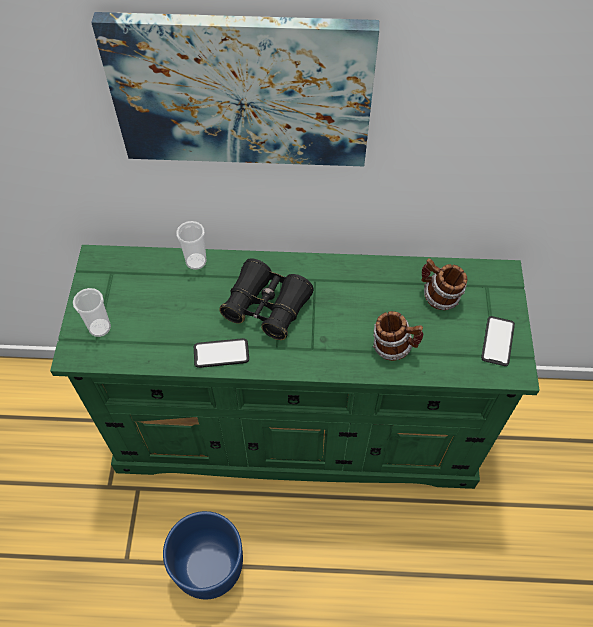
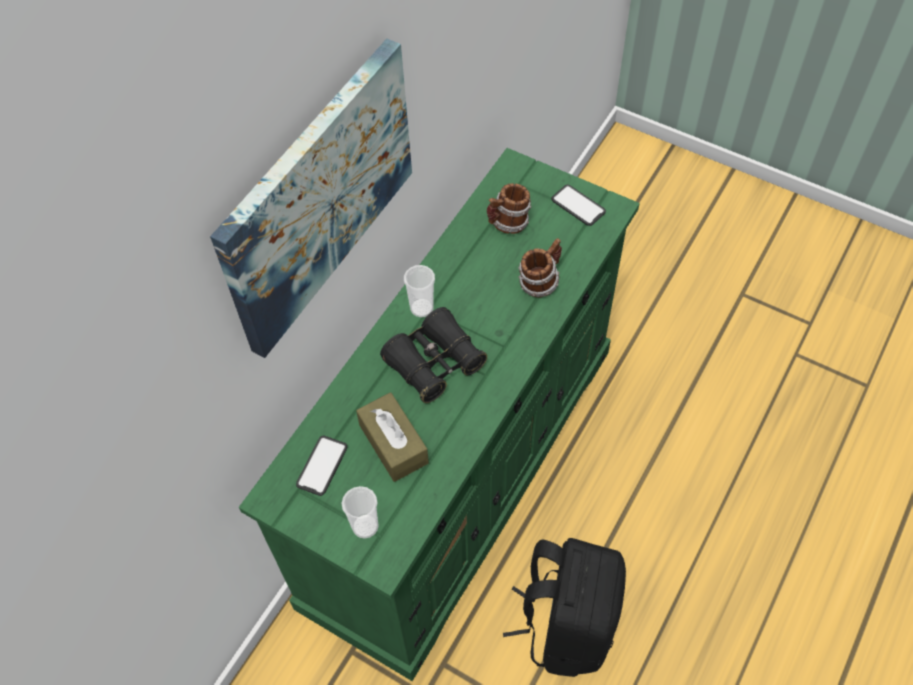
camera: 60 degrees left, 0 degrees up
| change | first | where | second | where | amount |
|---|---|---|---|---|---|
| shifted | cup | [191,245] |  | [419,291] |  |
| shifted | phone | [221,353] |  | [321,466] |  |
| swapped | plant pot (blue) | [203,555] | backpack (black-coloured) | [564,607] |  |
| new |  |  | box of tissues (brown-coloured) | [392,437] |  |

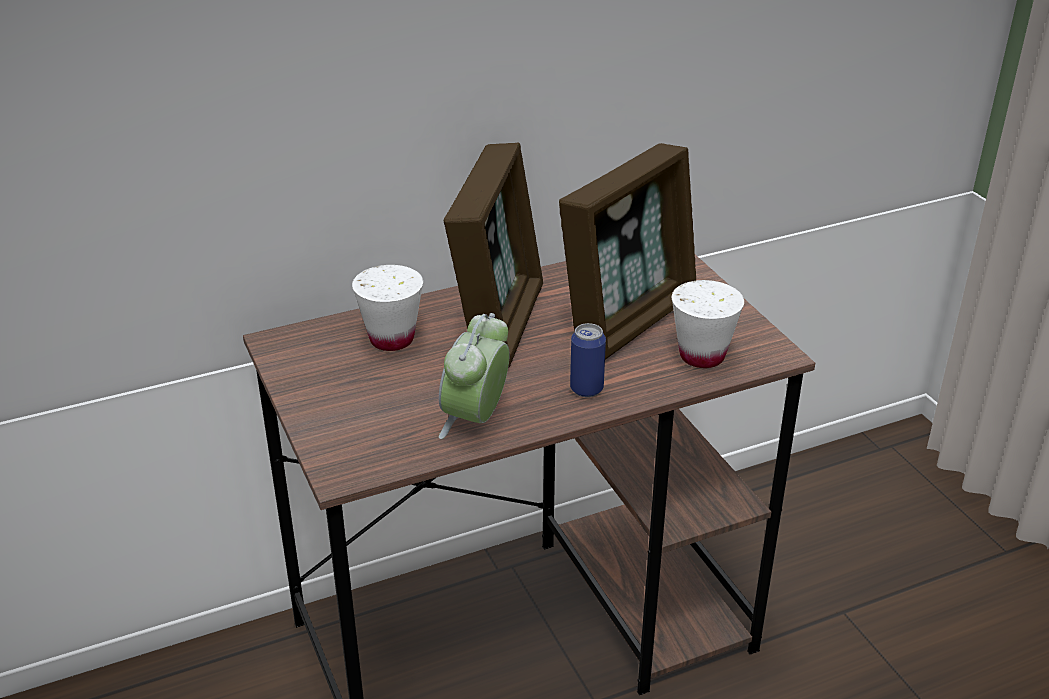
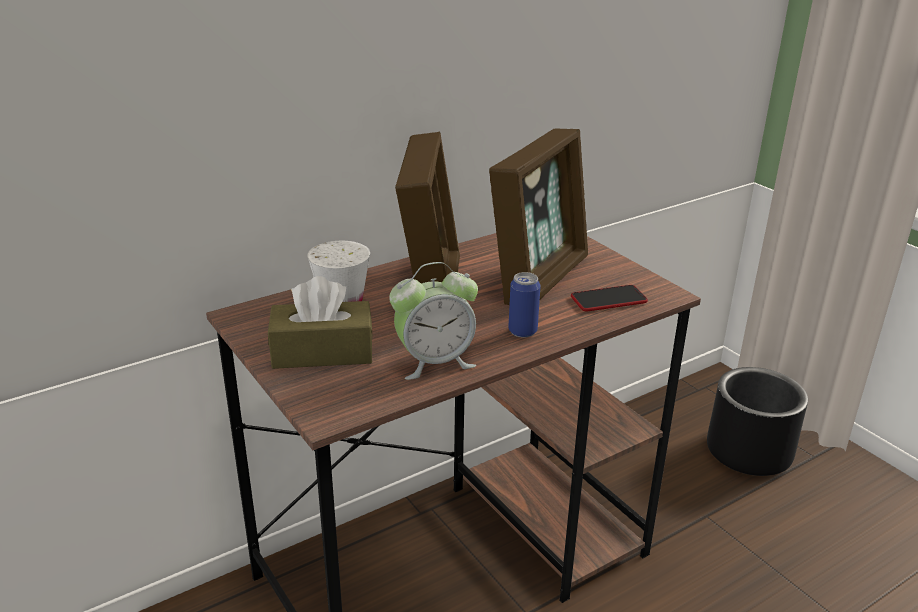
camera: 10 degrees left, 5 degrees down
| change | first | where | second | where | amount |
|---|---|---|---|---|---|
| swapped | cup (whitish) | [708,324] | phone | [609,298] |  |
| rotated | table clock | [474,376] |  | [433,321] | 120 degrees counterclockwise |
| new |  |  | box of tissues (brown-coloured) | [320,322] |  |
| new |  |  | plant pot (black-coloured) | [757,421] |  |

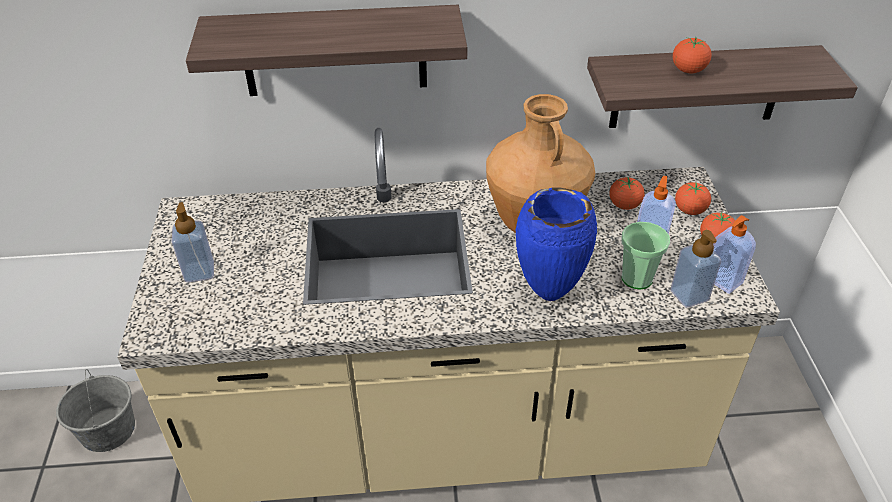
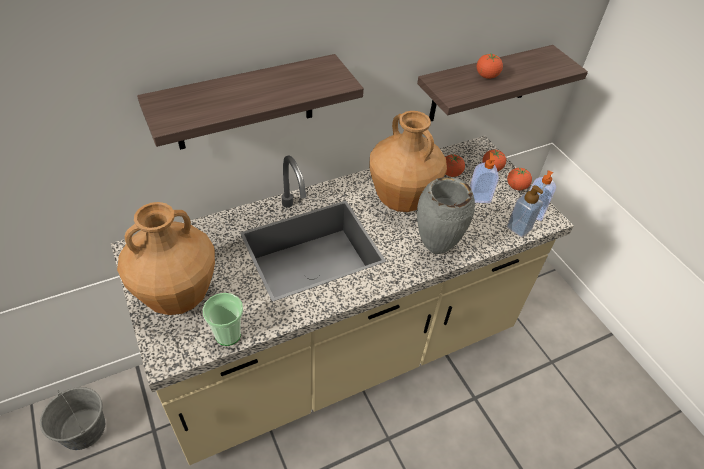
camera: 25 degrees left, 5 degrees up
| change | first | where | second | where | amount |
|---|---|---|---|---|---|
| repainted | decorative vase (blue) | [556,244] | decorative vase (greyish) | [446,215] |  |
| swapped | soap bottle | [193,242] | decorative vase (brown-coloured) | [166,258] |  |
| shifted | cup | [645,255] |  | [223,319] |  |

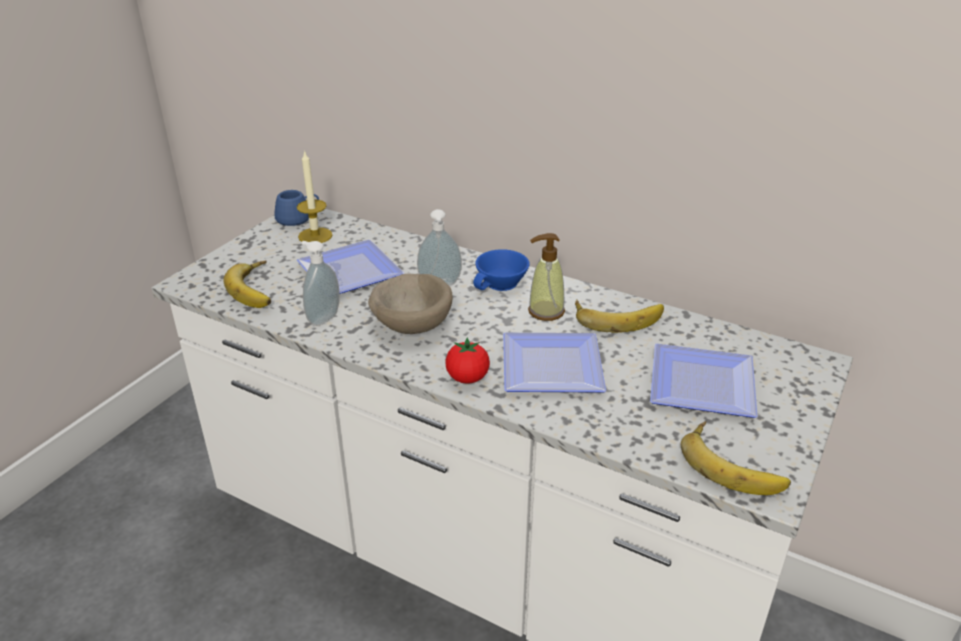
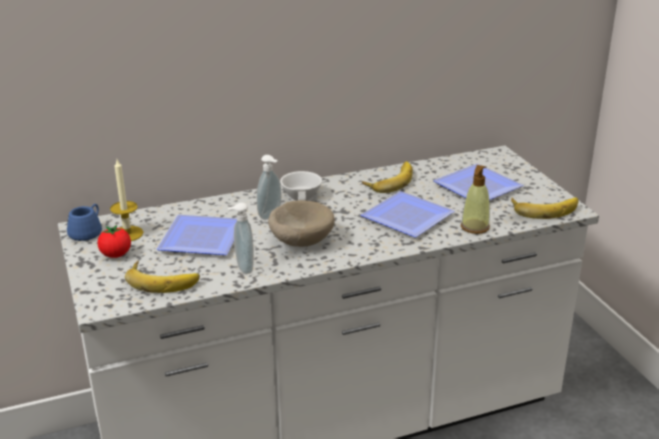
camera: 50 degrees left, 5 degrees down
| change | first | where | second | where | amount |
|---|---|---|---|---|---|
| shifted | soap bottle | [546,277] |  | [475,199] |  |
| repainted | cup (blue) | [501,270] | cup (whitish) | [301,186] |  |
| shifted | whole tomato | [467,361] |  | [114,241] |  |

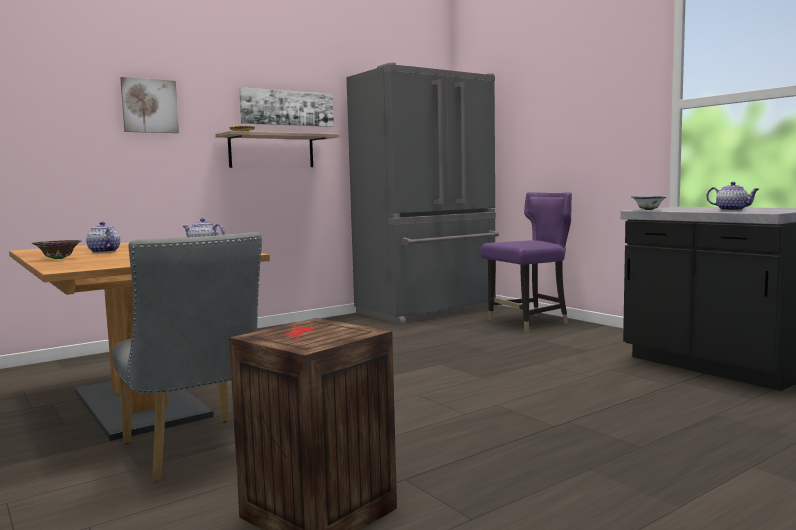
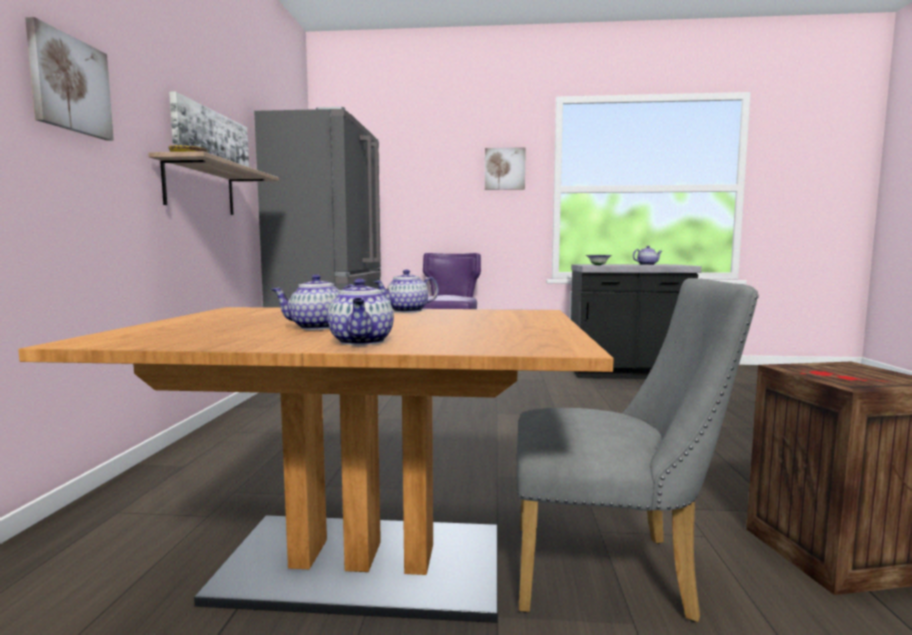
camera: 50 degrees left, 0 degrees up
| change | first | where | second | where | amount |
|---|---|---|---|---|---|
| swapped | bowl (brown-coloured) | [56,249] | teapot | [361,312] |  |
| new |  |  | wall picture | [505,168] |  |

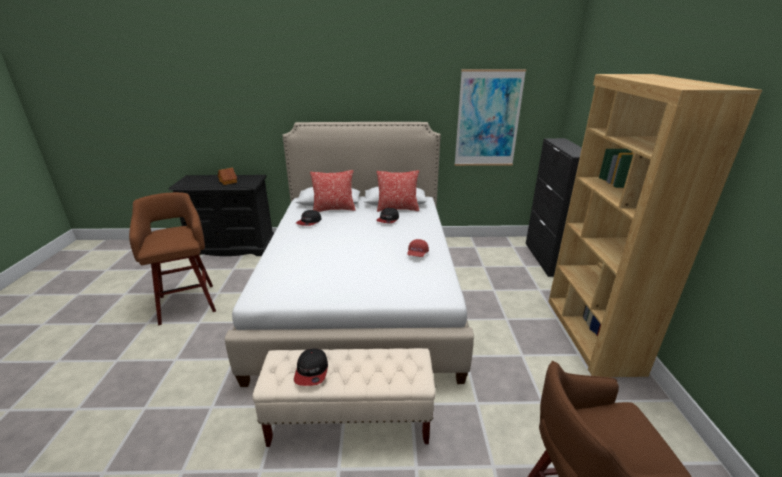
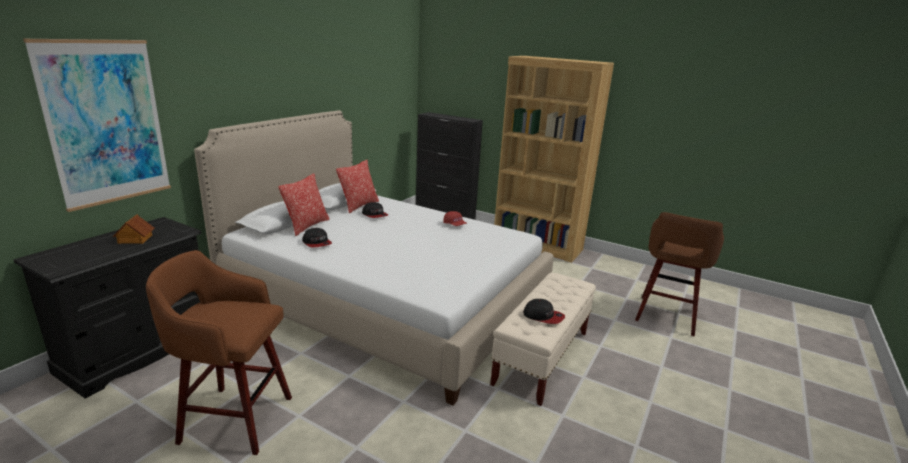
camera: 60 degrees left, 5 degrees down
| change | first | where | second | where | amount |
|---|---|---|---|---|---|
| shifted | wall picture | [490,117] |  | [97,125] |  |

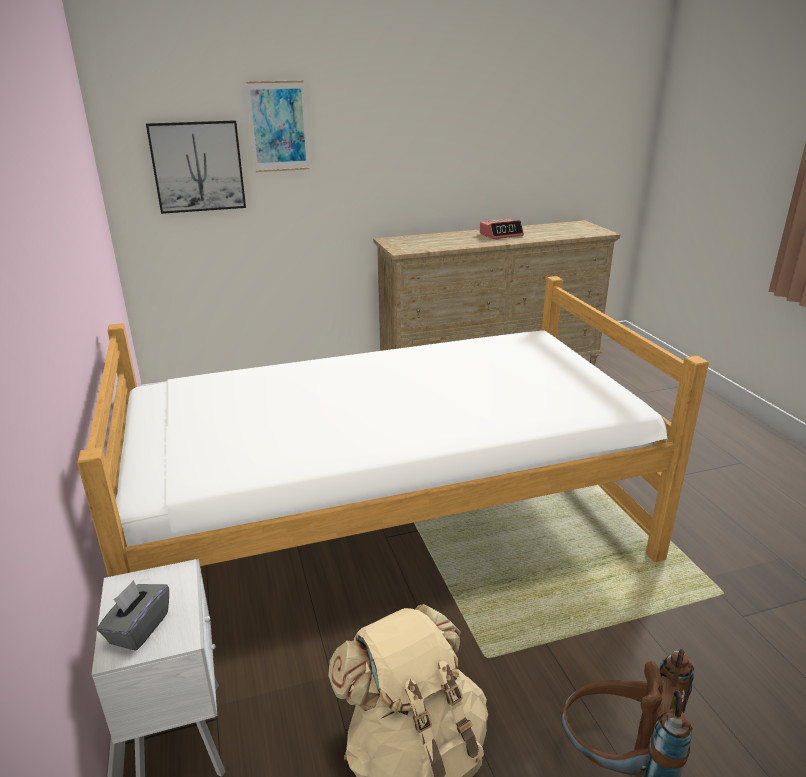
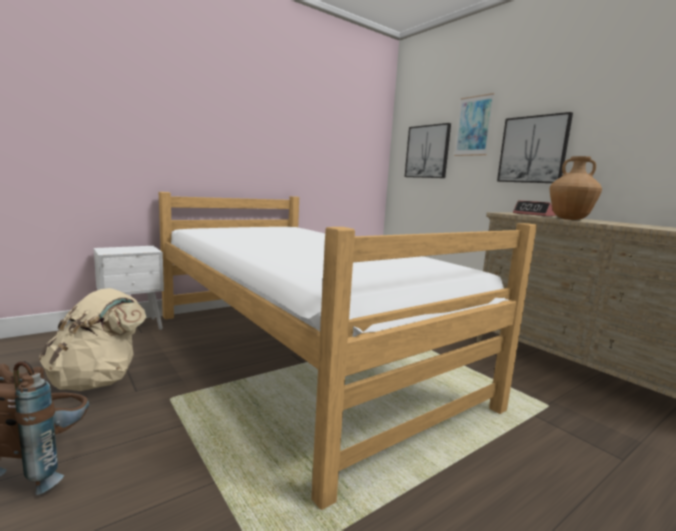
camera: 70 degrees right, 15 degrees down
| change | first | where | second | where | amount |
|---|---|---|---|---|---|
| shifted | table clock | [502,229] |  | [534,208] |  |
| gone | box of tissues (greyish) | [133,615] |  |  |  |
| new |  |  | wall picture | [535,147] |  |
| new |  |  | decorative vase (brown-coloured) | [576,188] |  |

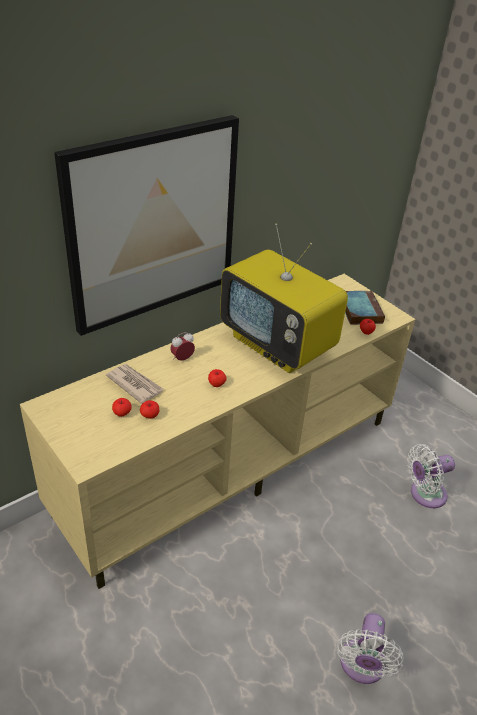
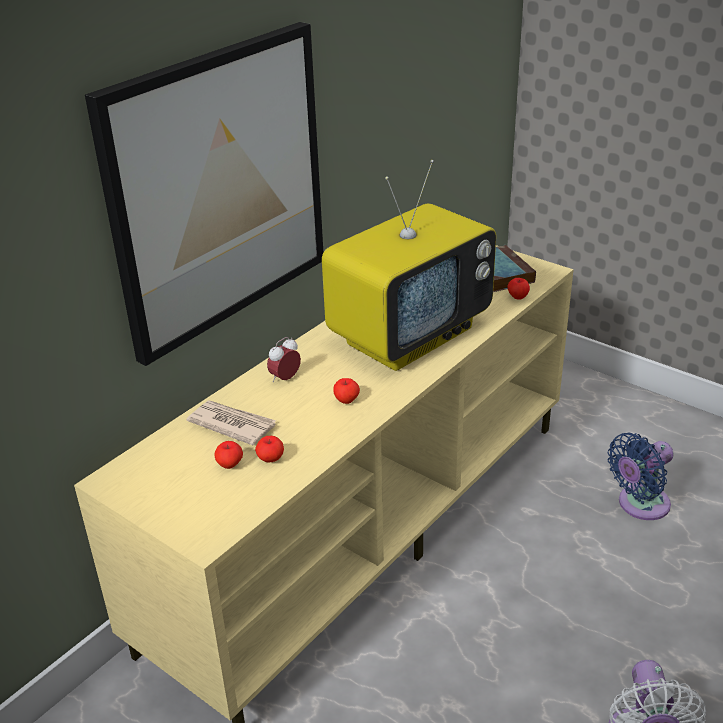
camera: 10 degrees left, 5 degrees down
| change | first | where | second | where | amount |
|---|---|---|---|---|---|
| rotated | TV set | [284,298] |  | [409,265] | 75 degrees counterclockwise |
| repainted | fan (whitish) | [431,476] | fan (blue) | [640,476] |  |

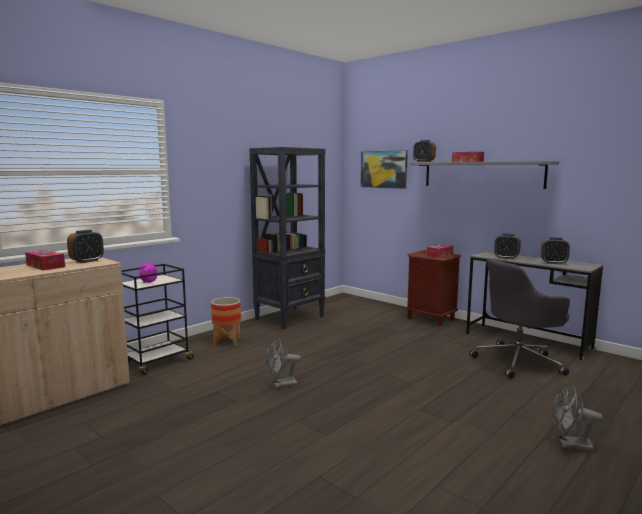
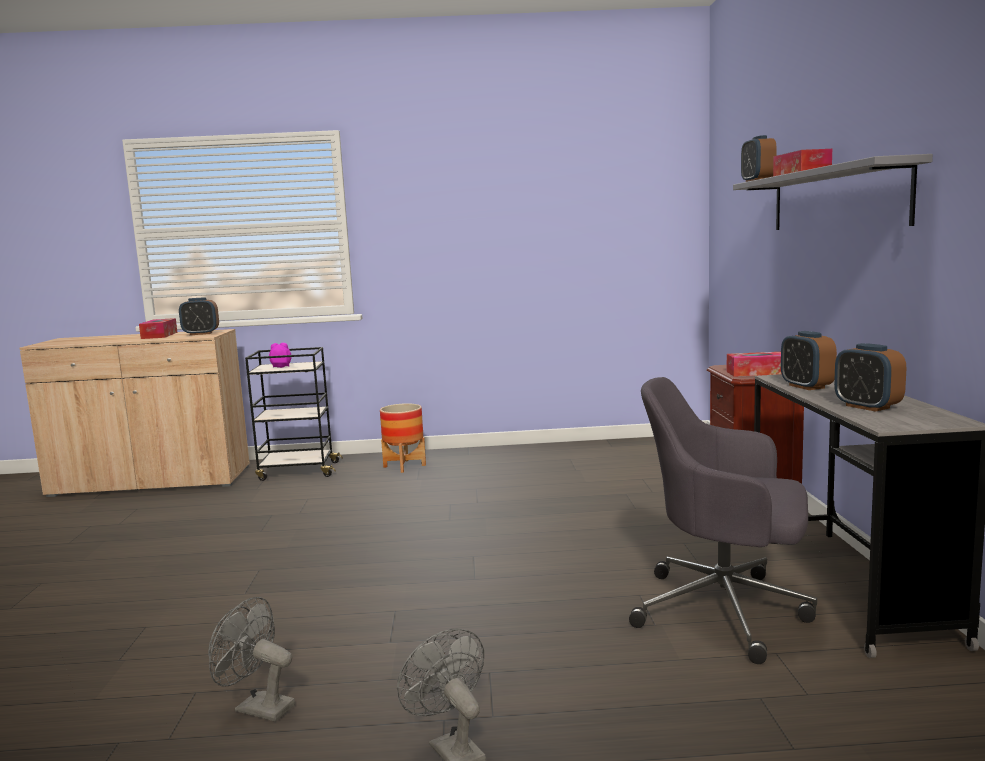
camera: 45 degrees right, 0 degrees up
| change | first | where | second | where | amount |
|---|---|---|---|---|---|
| gone | bookshelf (black-coloured) | [287,238] |  |  |  |
| gone | wall picture | [384,169] |  |  |  |
| shifted | fan (greyish) | [283,363] |  | [251,659] |  |

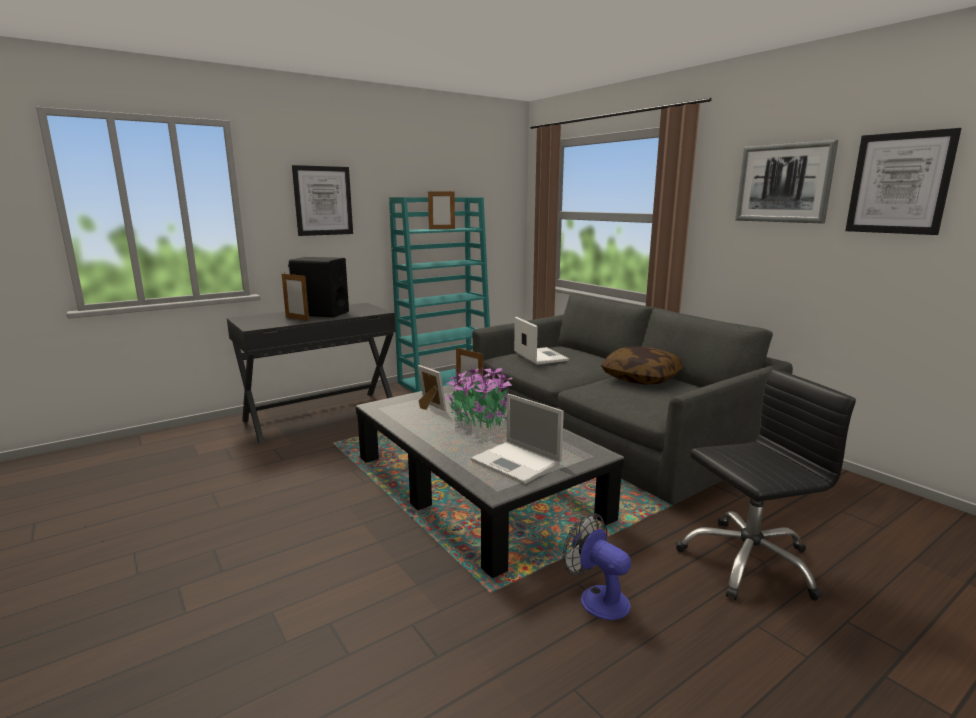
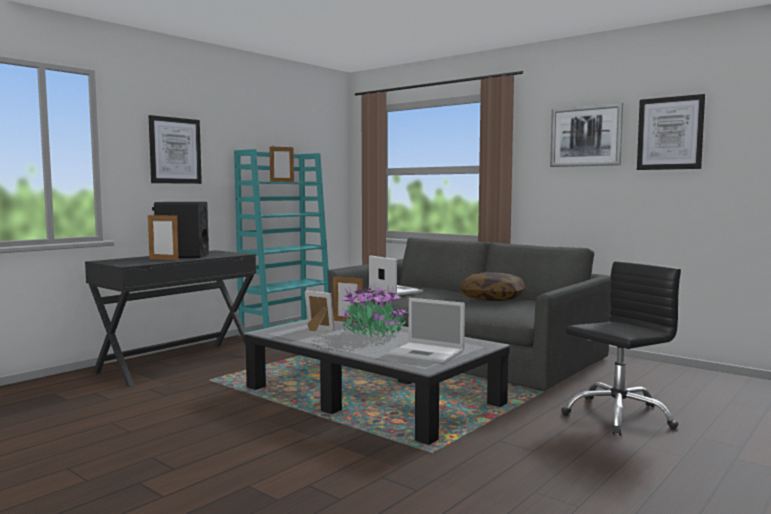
camera: 15 degrees left, 10 degrees down
| change | first | where | second | where | amount |
|---|---|---|---|---|---|
| gone | fan | [597,566] |  |  |  |

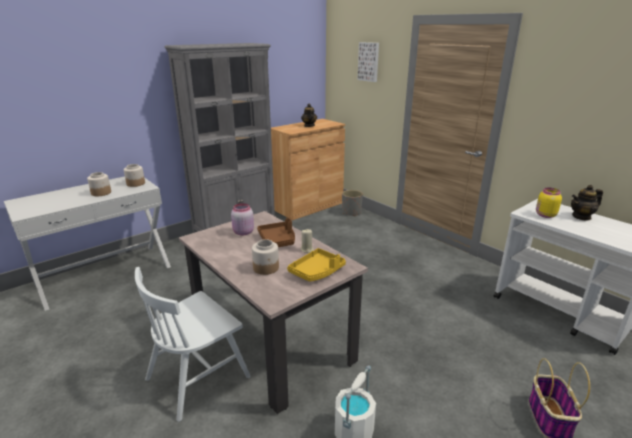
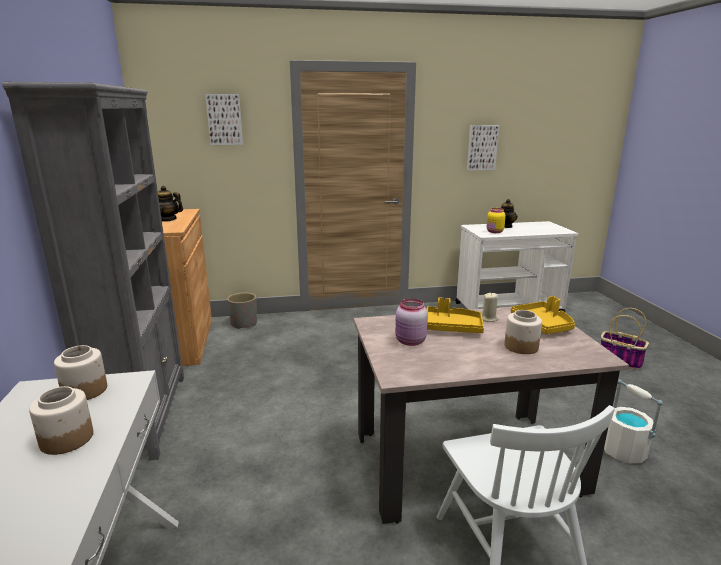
camera: 60 degrees left, 5 degrees down
| change | first | where | second | where | amount |
|---|---|---|---|---|---|
| repainted | carrying tray (brown-coloured) | [276,232] | carrying tray (yellow) | [455,315] |  |
| new |  |  | wall picture | [483,148] |  |

